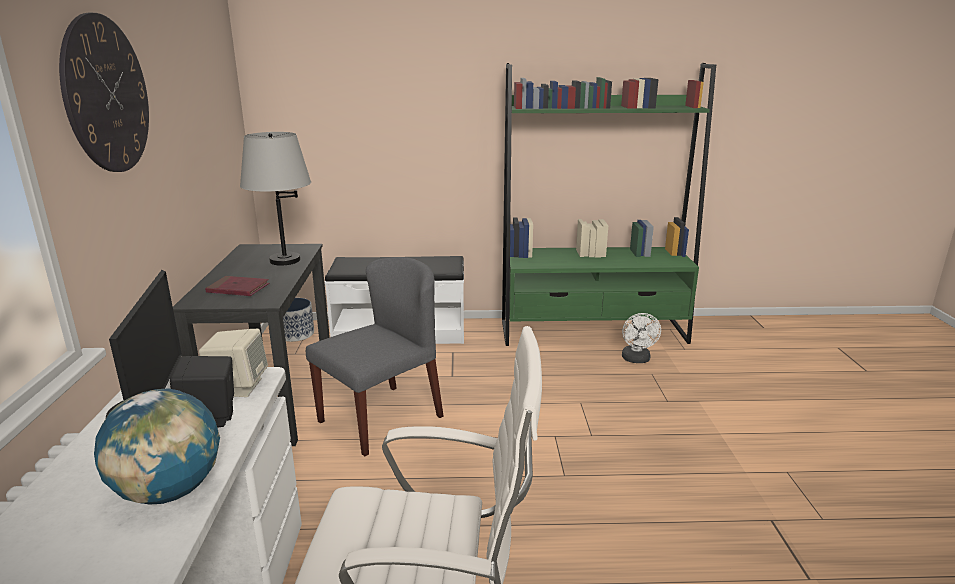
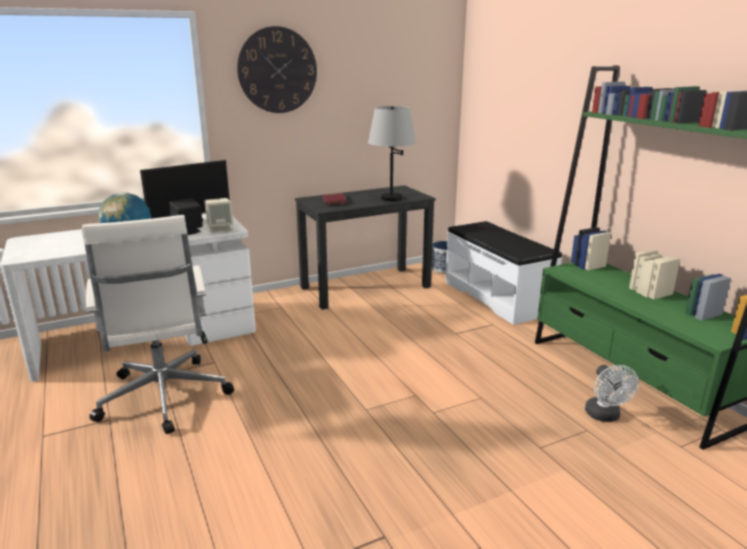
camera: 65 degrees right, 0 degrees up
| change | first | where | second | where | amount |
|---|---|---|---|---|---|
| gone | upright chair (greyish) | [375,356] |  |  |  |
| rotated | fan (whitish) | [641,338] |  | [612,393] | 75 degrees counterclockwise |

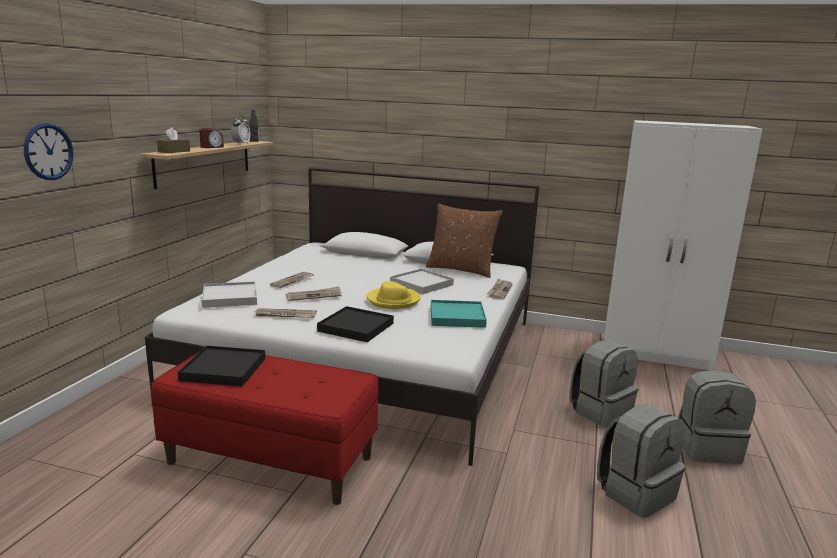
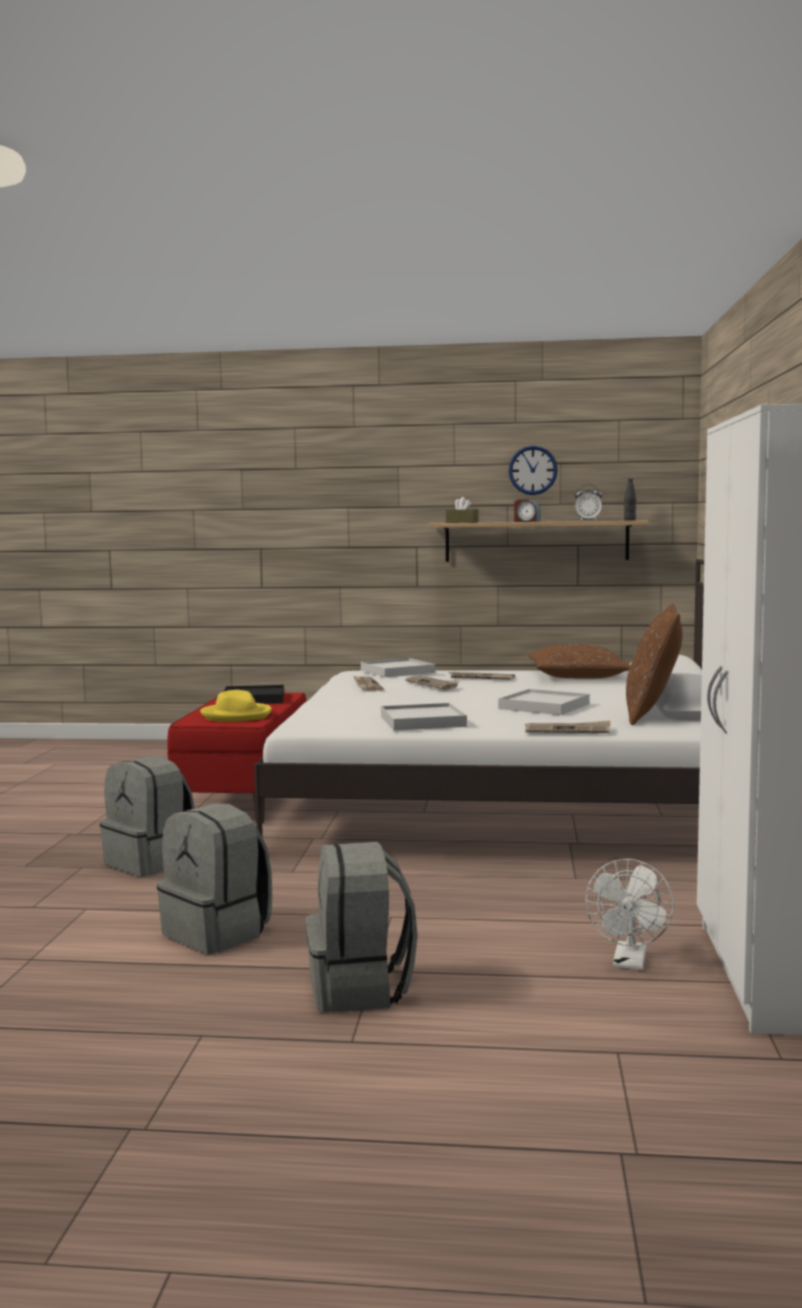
camera: 80 degrees right, 10 degrees down
| change | first | where | second | where | amount |
|---|---|---|---|---|---|
| shifted | hanging clock | [48,151] |  | [533,470] |  |
| shifted | clothing hat (yellow) | [393,295] |  | [236,706] |  |
| repainted | carrying tray (turquoise) | [459,314] | carrying tray (whitish) | [424,717] |  |
| gone | carrying tray (black-coloured) | [355,324] |  |  |  |
| shifted | backpack (greyish) | [603,383] |  | [147,816] |  |
| new |  |  | cushion (brown-coloured) | [579,661] |  |
| new |  |  | fan (whitish) | [629,914] |  |

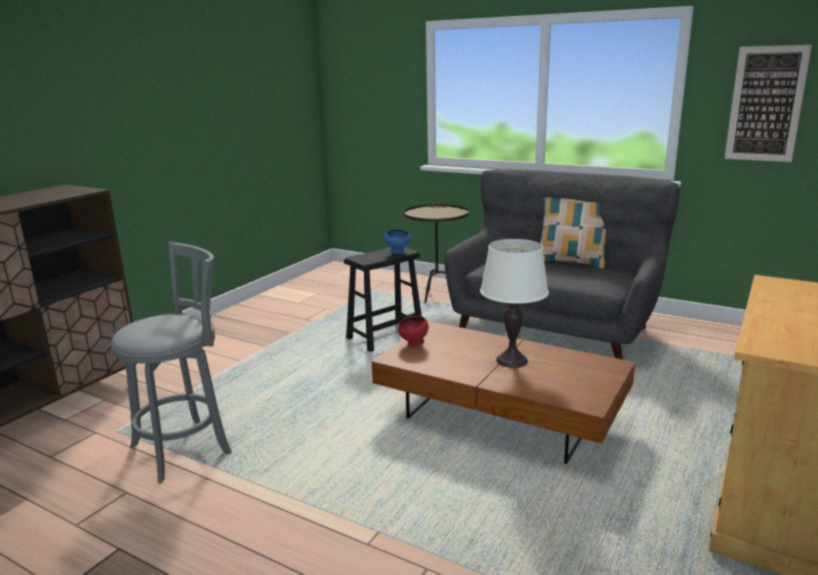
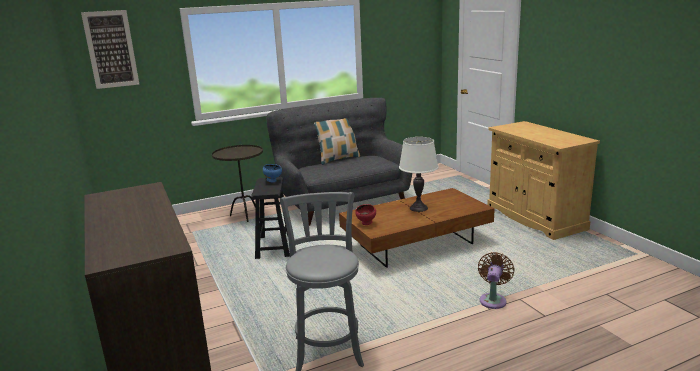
camera: 55 degrees left, 0 degrees up
| change | first | where | second | where | amount |
|---|---|---|---|---|---|
| shifted | wall picture | [768,103] |  | [110,49] |  |
| new |  |  | fan (brown-coloured) | [496,280] |  |

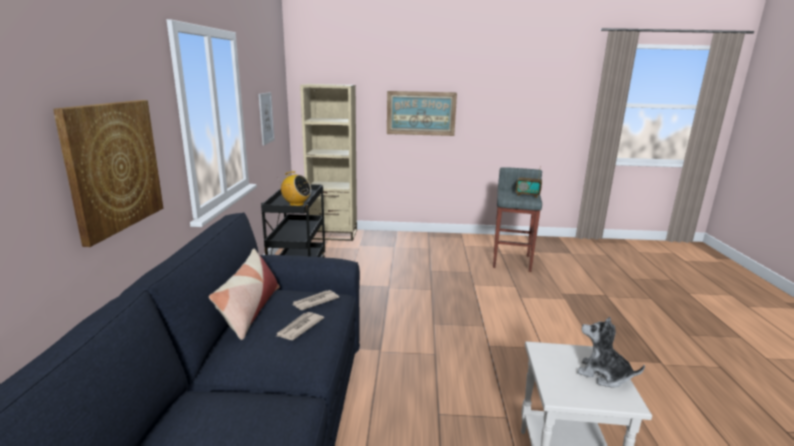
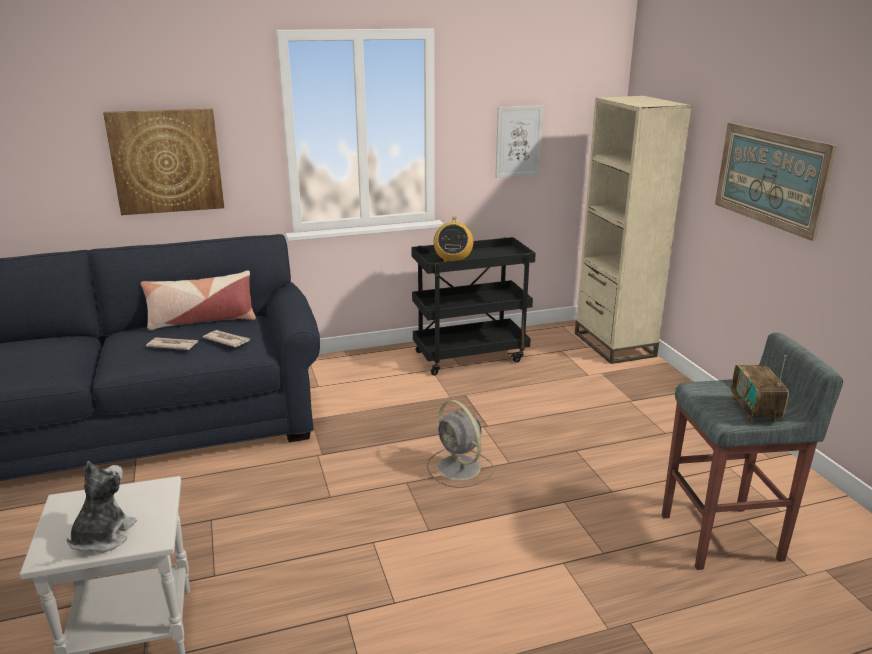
camera: 70 degrees right, 5 degrees up
| change | first | where | second | where | amount |
|---|---|---|---|---|---|
| new |  |  | fan (greyish) | [460,444] |  |

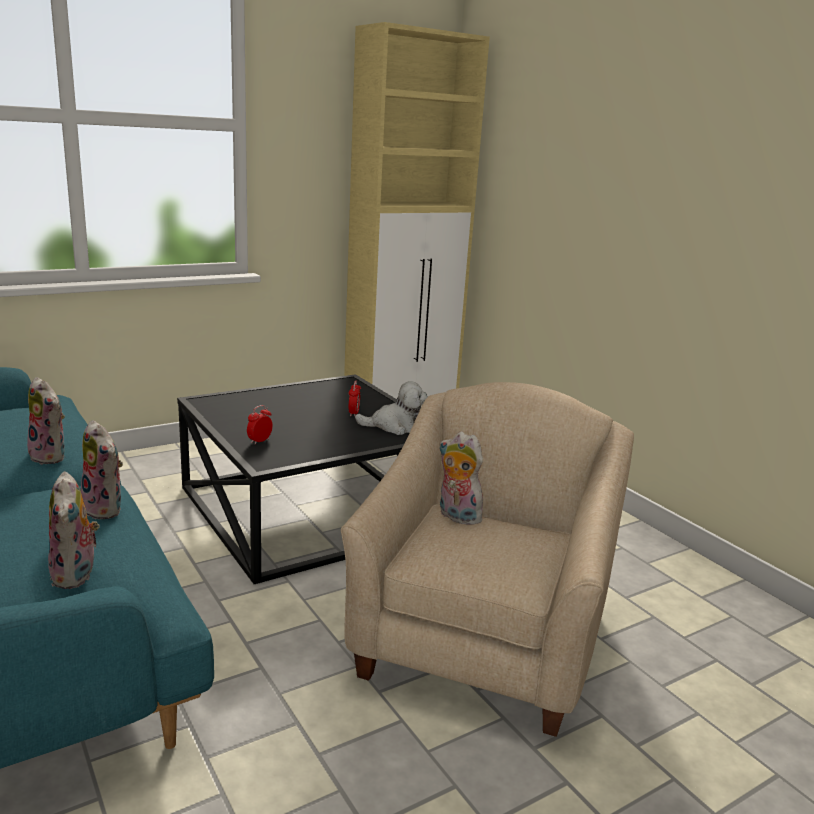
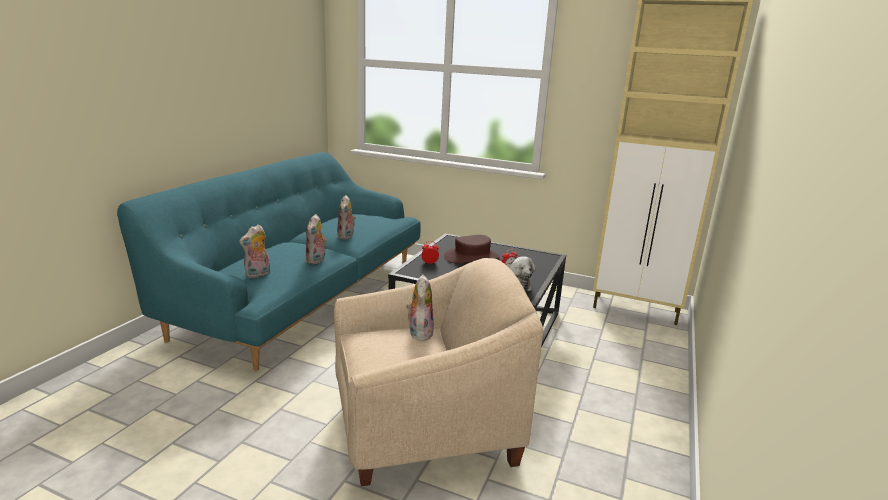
camera: 55 degrees right, 0 degrees up
| change | first | where | second | where | amount |
|---|---|---|---|---|---|
| new |  |  | clothing hat (brown-coloured) | [472,249] |  |

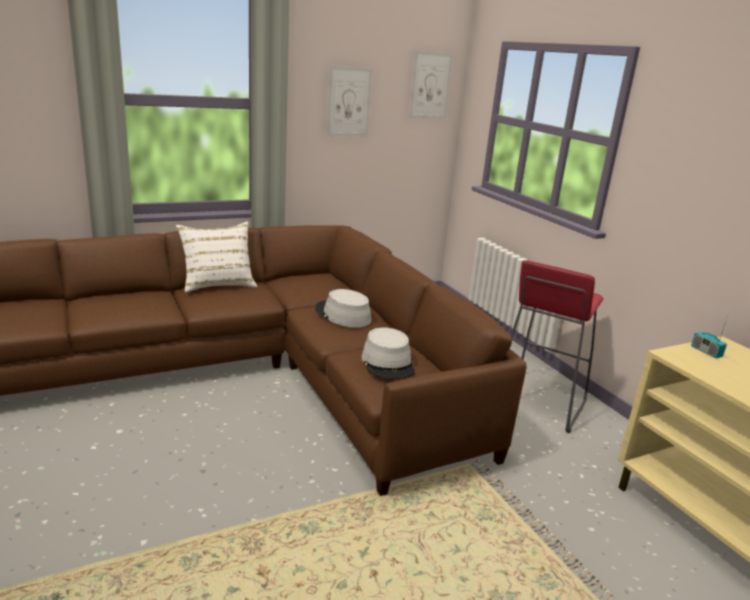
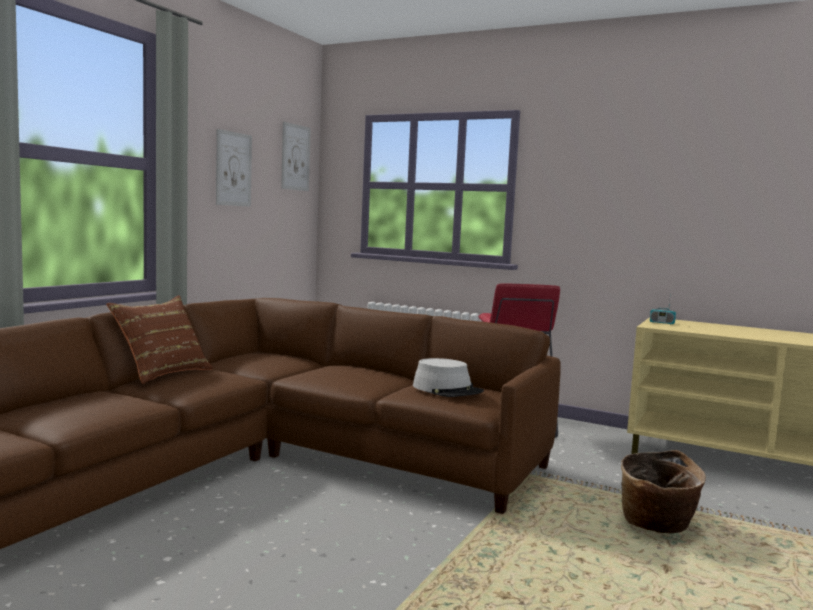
camera: 35 degrees left, 15 degrees down
| change | first | where | second | where | amount |
|---|---|---|---|---|---|
| repainted | cushion (whitish) | [216,257] | cushion (brown-coloured) | [159,339] |  |
| gone | clothing hat (greyish) | [343,308] |  |  |  |
| new |  |  | basket | [663,491] |  |

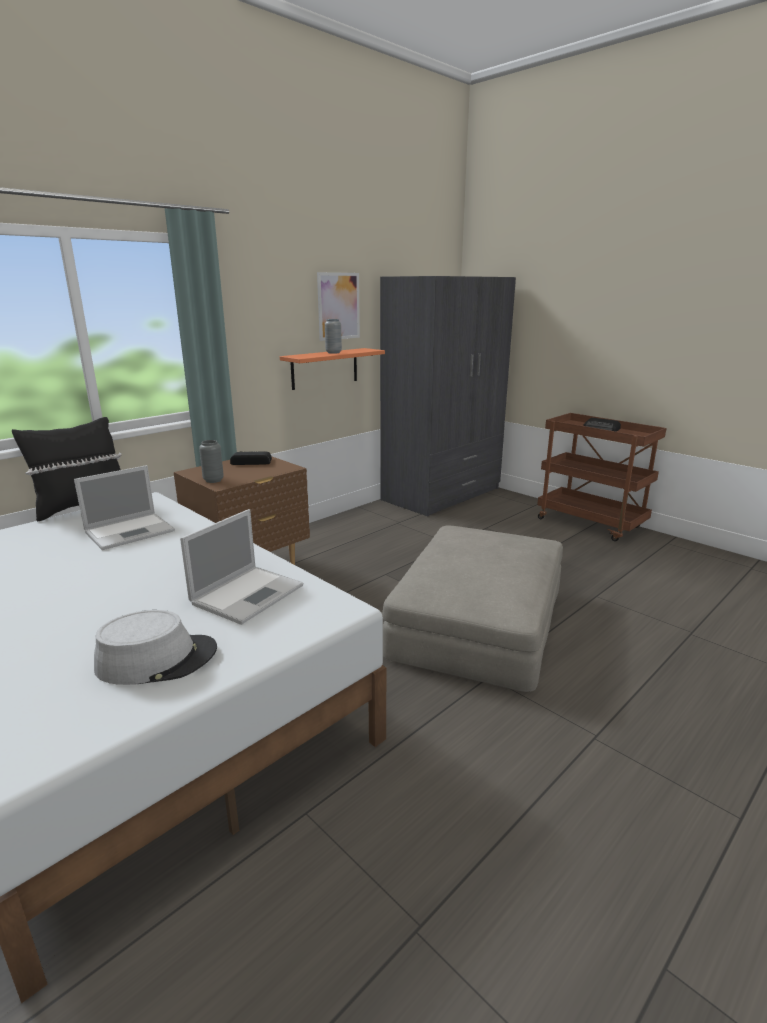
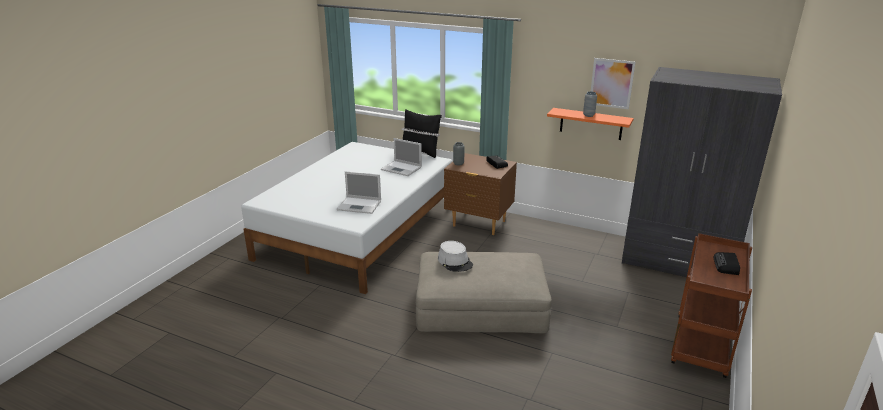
camera: 70 degrees right, 5 degrees up
| change | first | where | second | where | amount |
|---|---|---|---|---|---|
| shifted | clothing hat (greyish) | [155,647] |  | [455,256] |  |

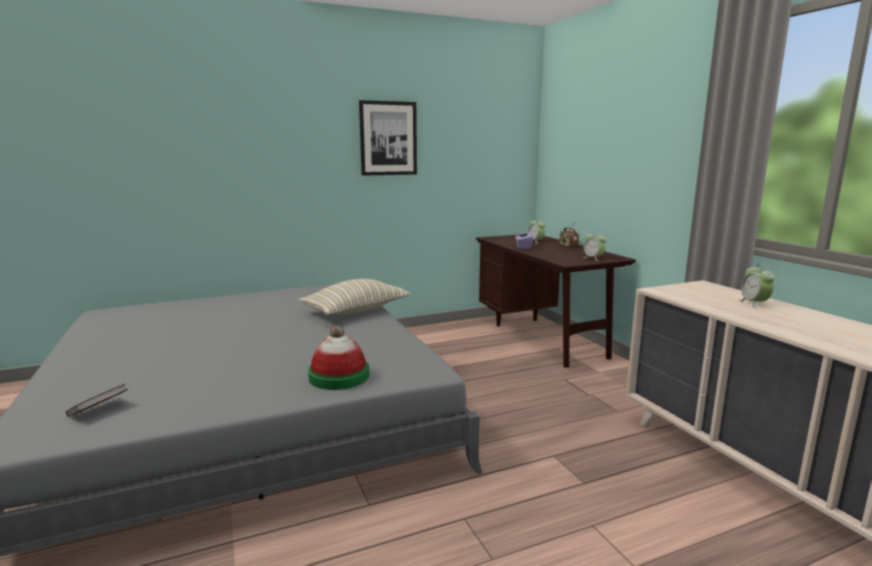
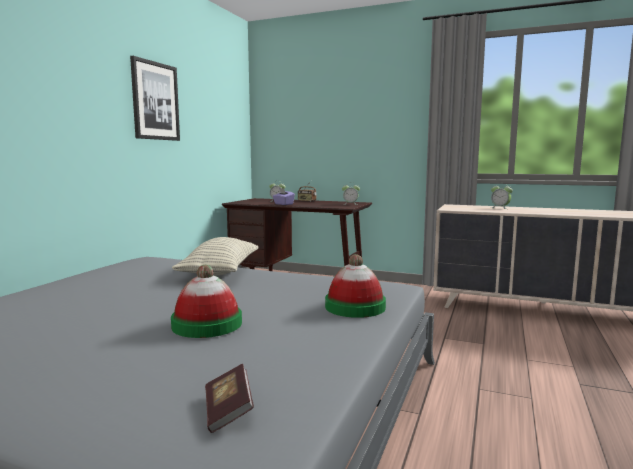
camera: 45 degrees left, 5 degrees down
| change | first | where | second | where | amount |
|---|---|---|---|---|---|
| new |  |  | clothing hat | [206,301] |  |

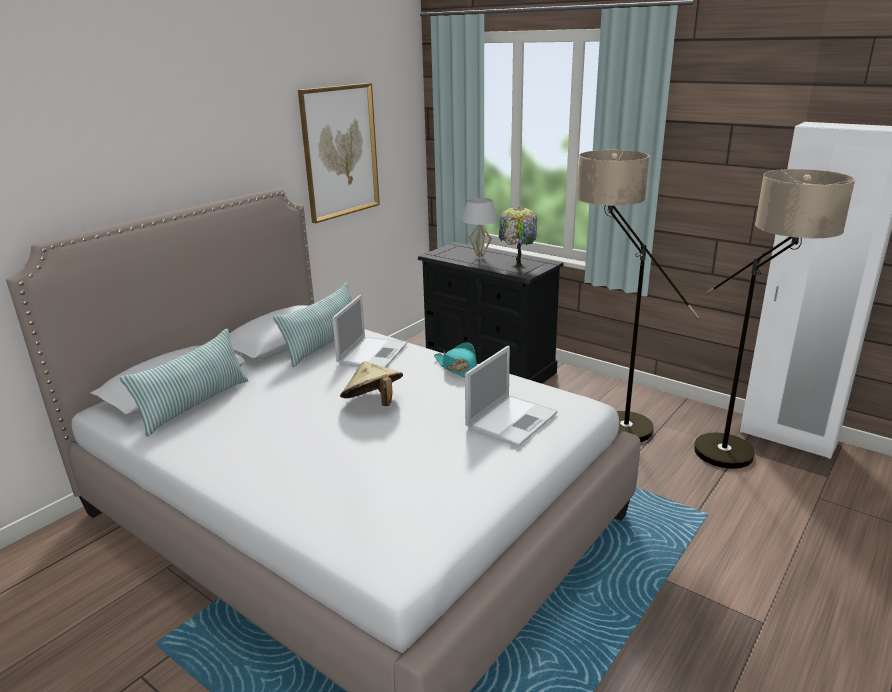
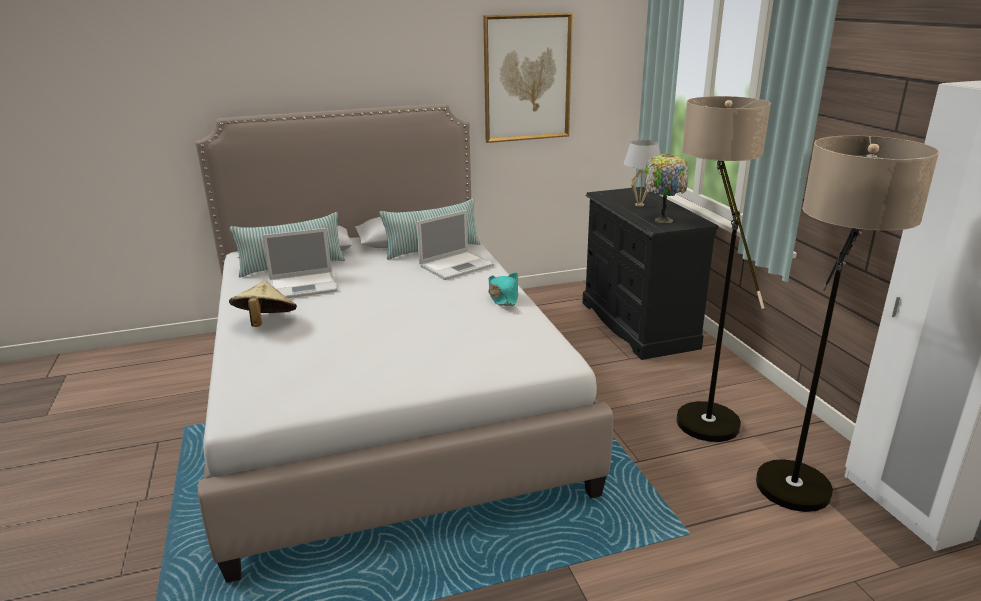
camera: 35 degrees right, 0 degrees up
| change | first | where | second | where | amount |
|---|---|---|---|---|---|
| shifted | laptop | [511,396] |  | [299,263] |  |
| shifted | clothing hat (sand-coloured) | [371,383] |  | [263,304] |  |

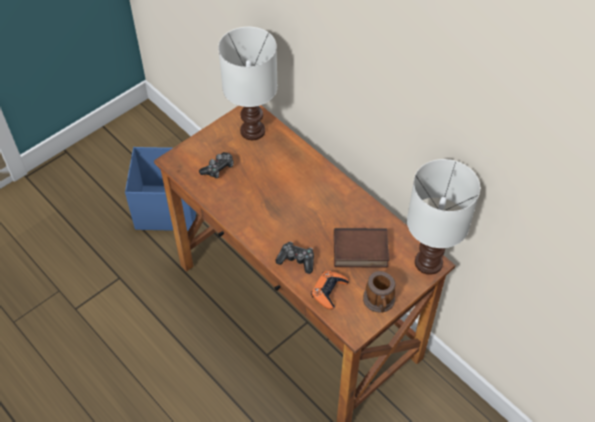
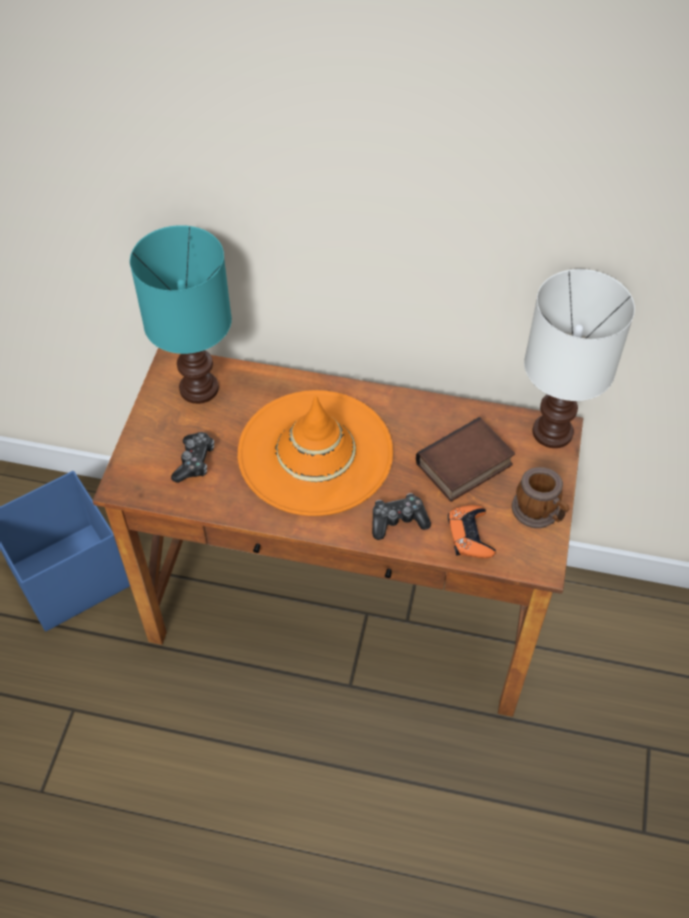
camera: 35 degrees left, 0 degrees up
| change | first | where | second | where | amount |
|---|---|---|---|---|---|
| repainted | lamp for a table (whitish) | [248,83] | lamp for a table (turquoise) | [181,314] |  |
| new |  |  | clothing hat (orange-coloured) | [315,453] |  |

